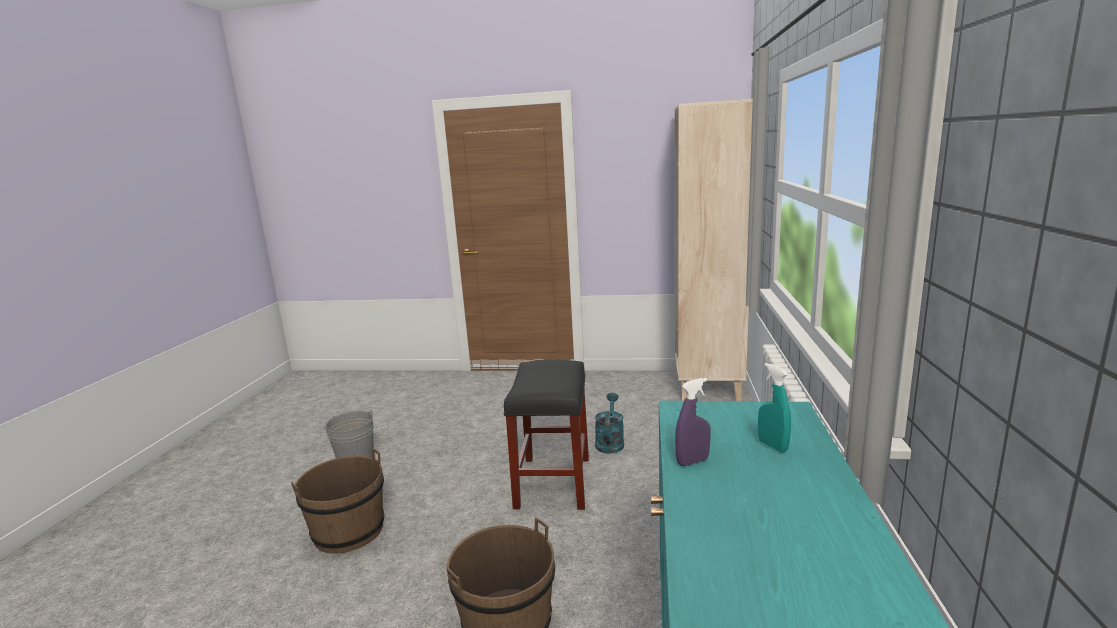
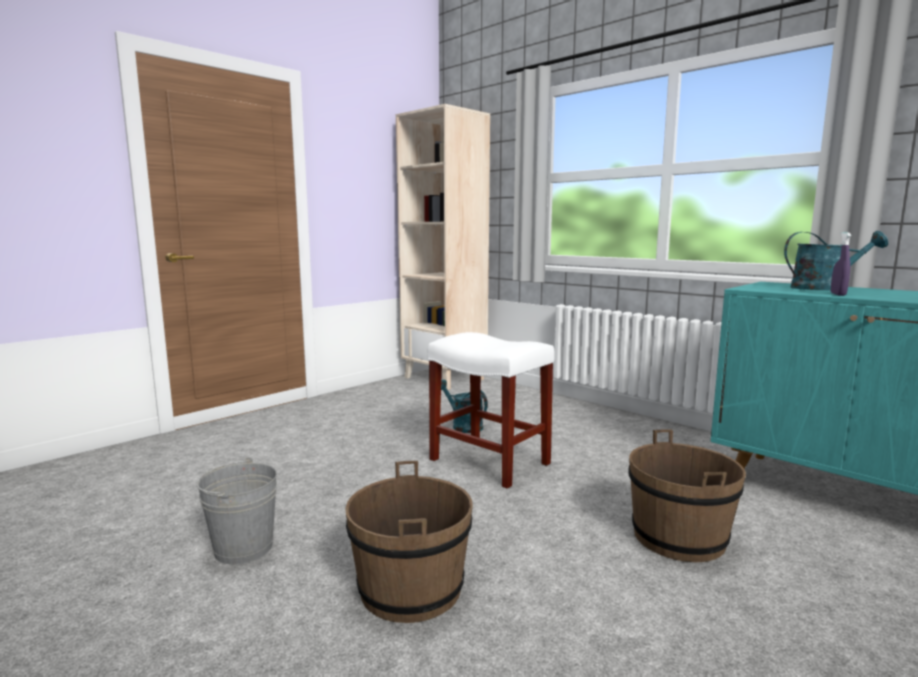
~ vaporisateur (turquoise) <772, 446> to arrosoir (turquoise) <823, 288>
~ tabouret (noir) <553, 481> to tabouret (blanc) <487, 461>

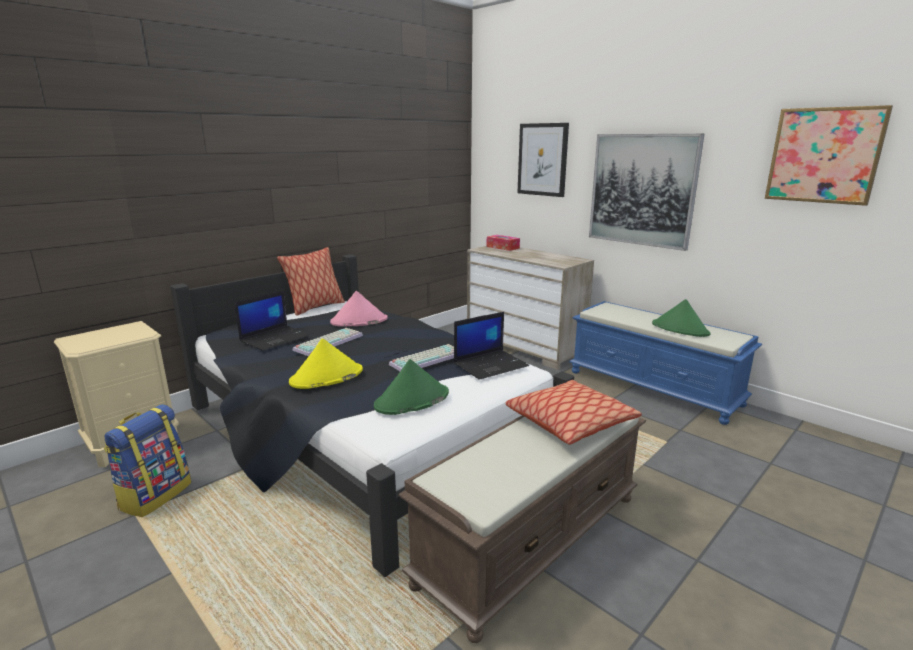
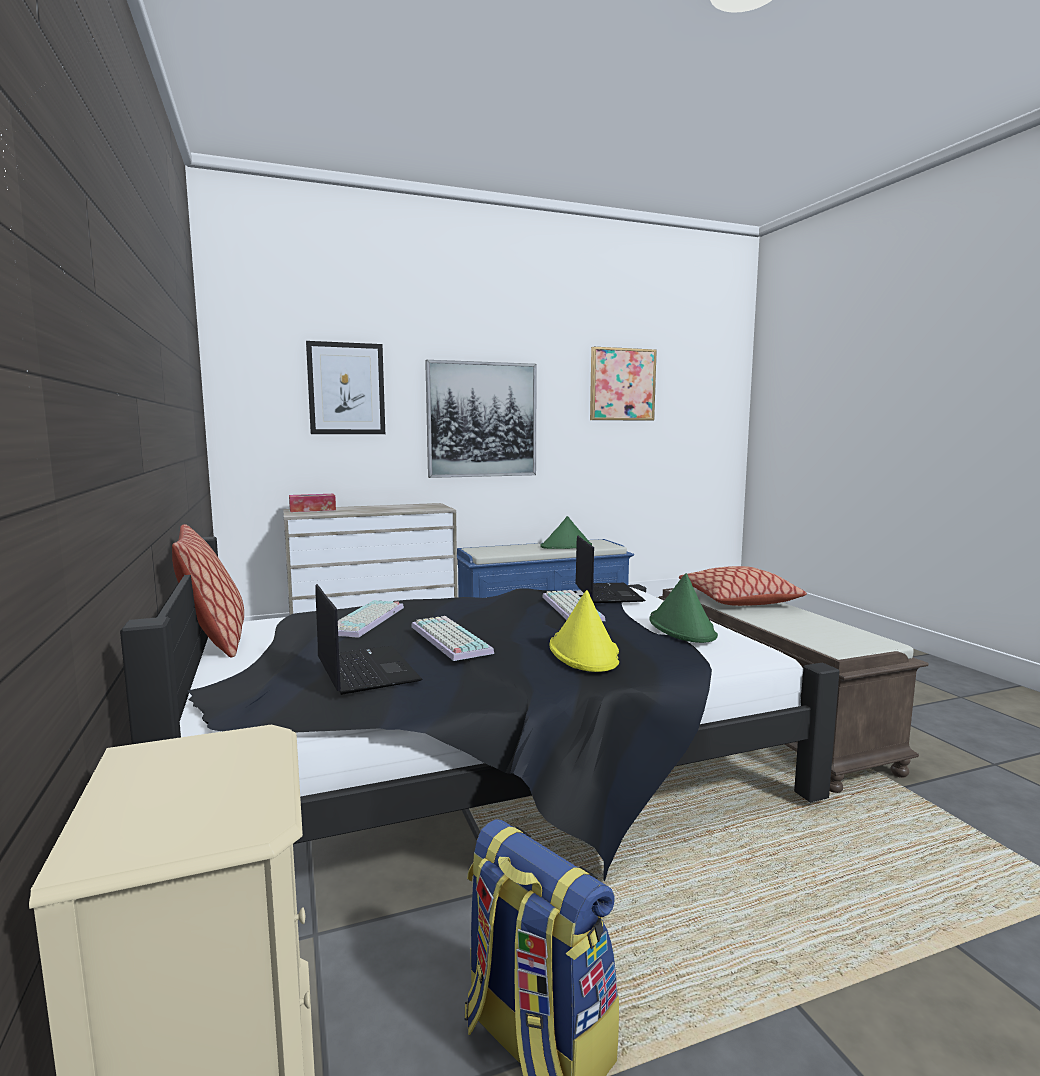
~ chapeau (rose) <359, 321> to clavier <367, 620>

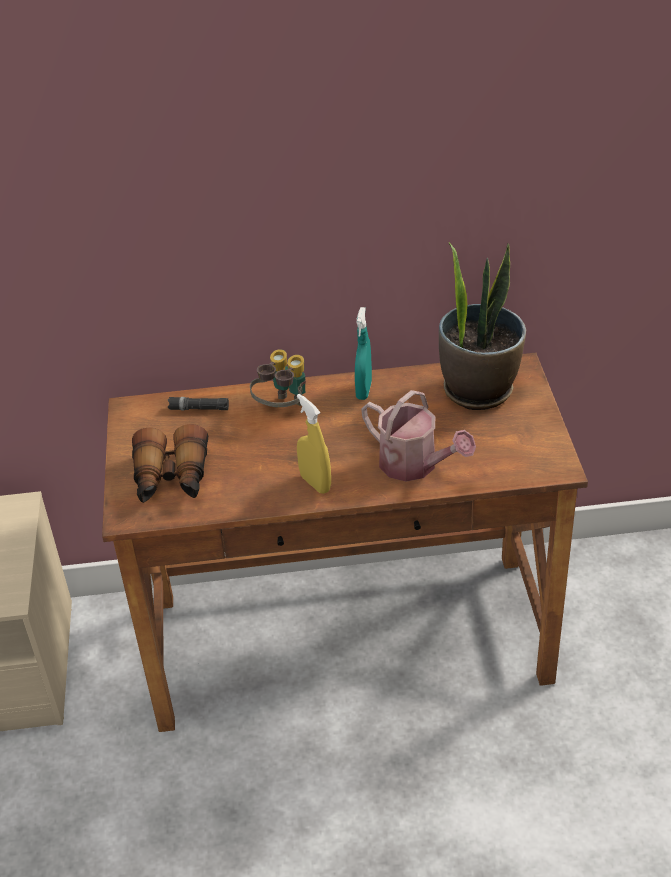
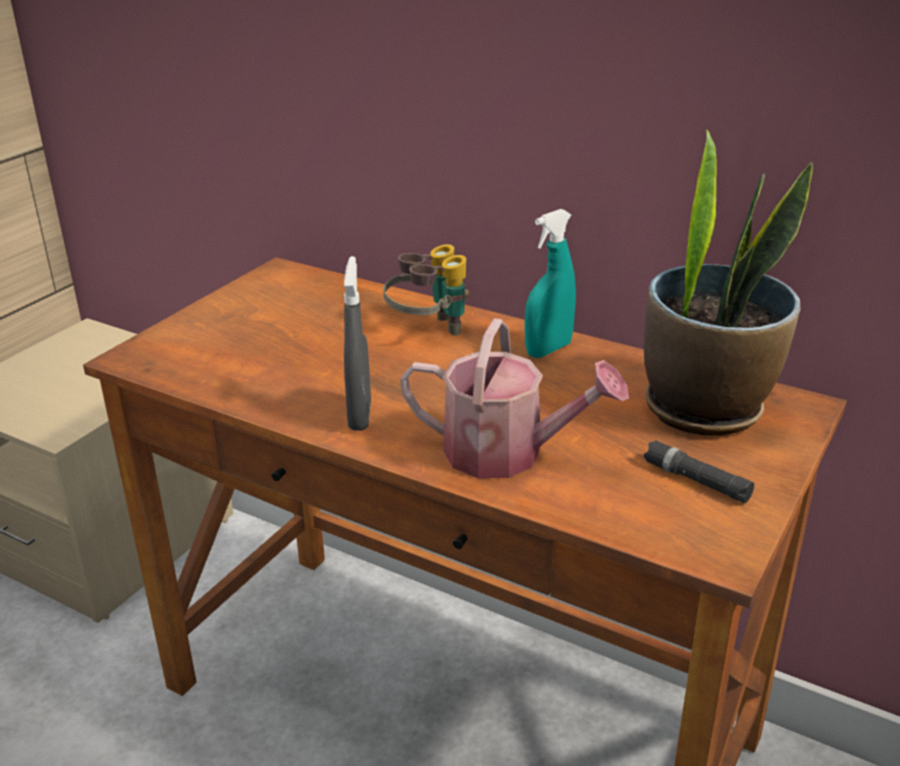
- jumelles <171, 479>
~ lampe de poche (noir) <199, 408> to <696, 480>
~ vaporisateur (jaune) <315, 483> to vaporisateur (gris) <360, 416>
~ arrosoir <415, 465> = <507, 453> 60 degrees counterclockwise

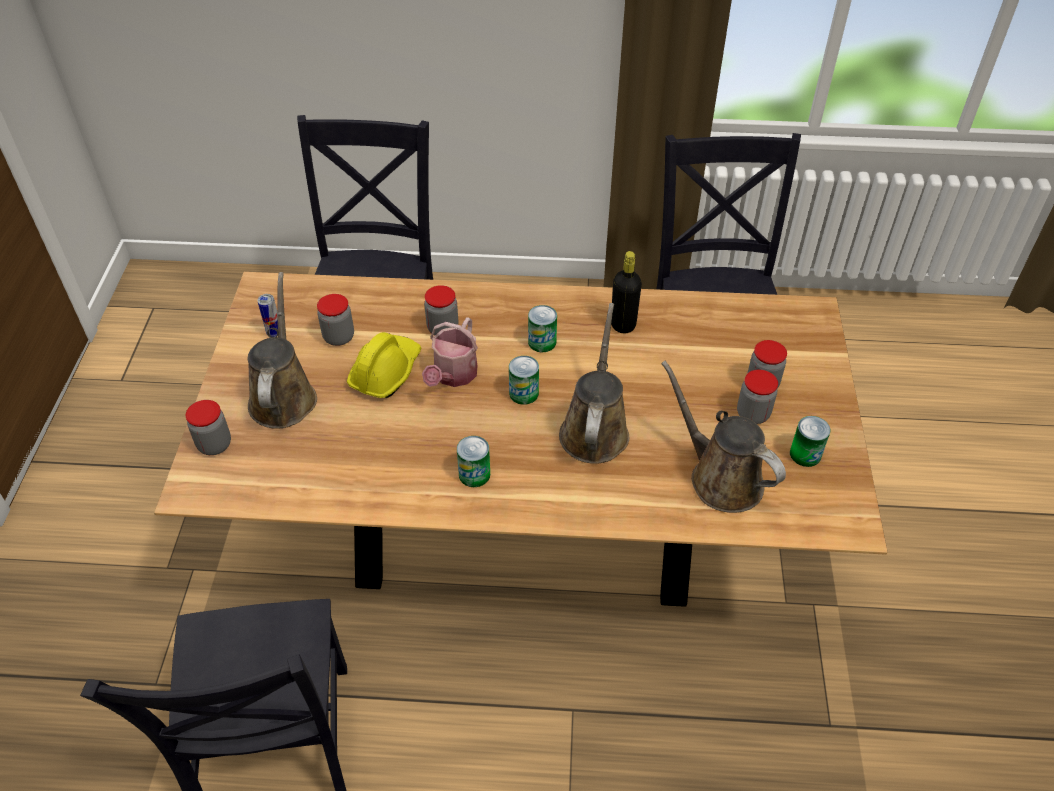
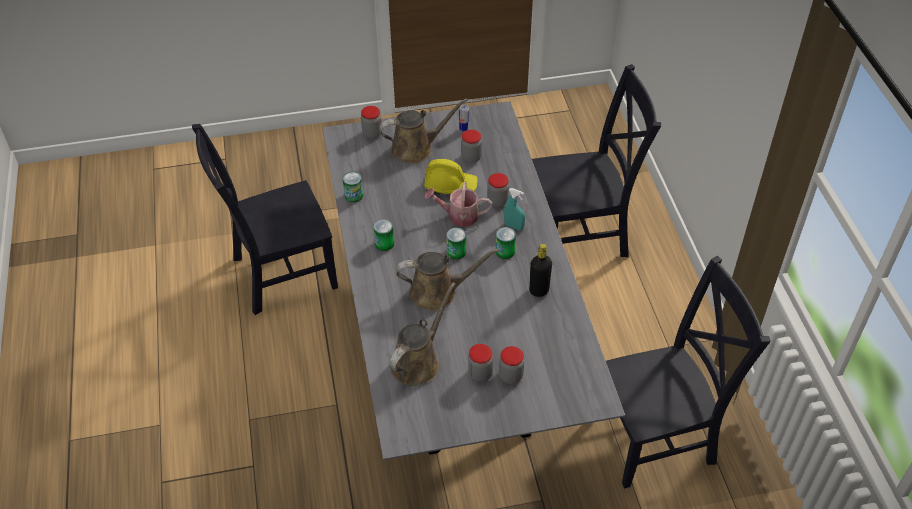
+ vaporisateur (turquoise) <513, 226>
~ boîte métallique <805, 454> to <353, 195>
~ table à manger (marron) <526, 536> to table à manger (gris) <456, 353>

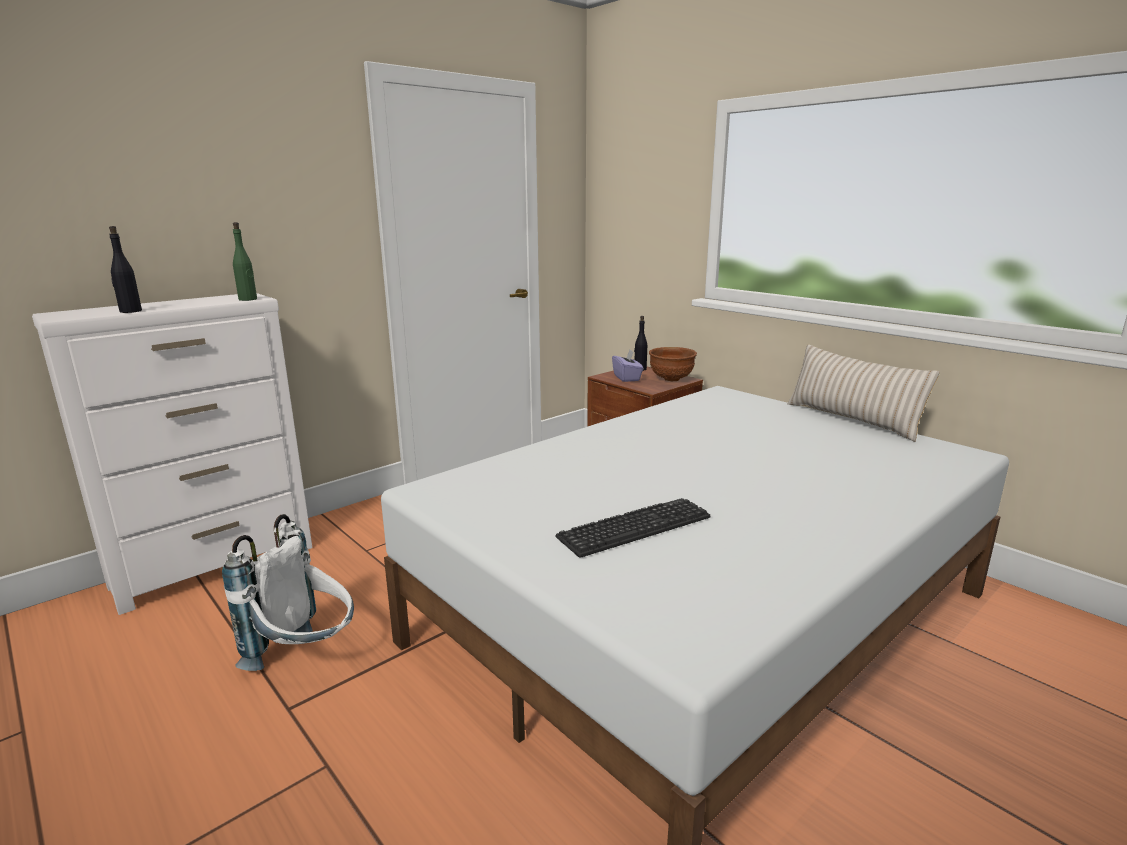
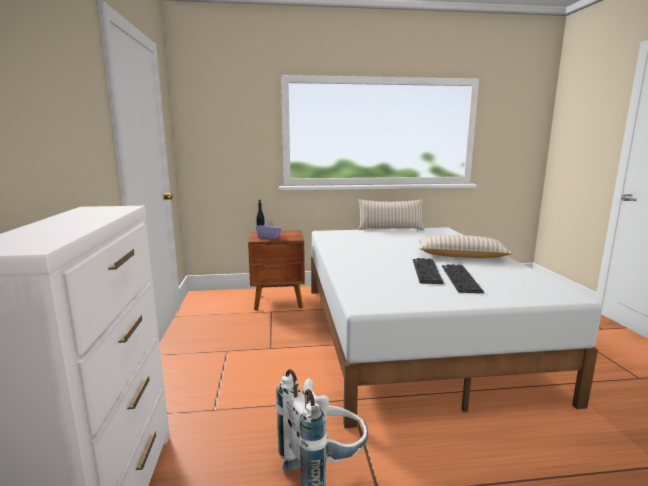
- bouteille (noir) <130, 311>
- bouteille (vert) <248, 299>
- bol (marron) <671, 379>
+ clavier <426, 271>
+ coussin (beige) <461, 256>

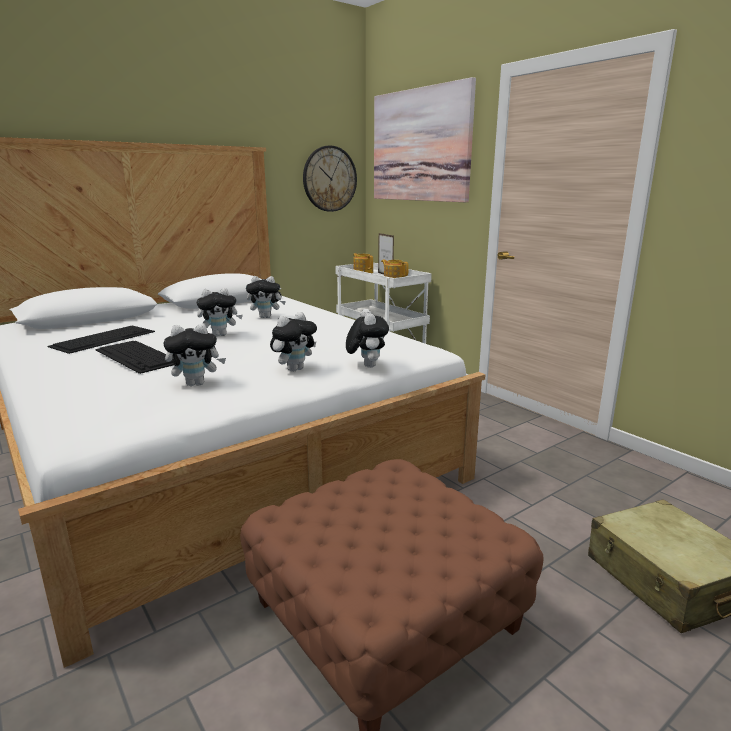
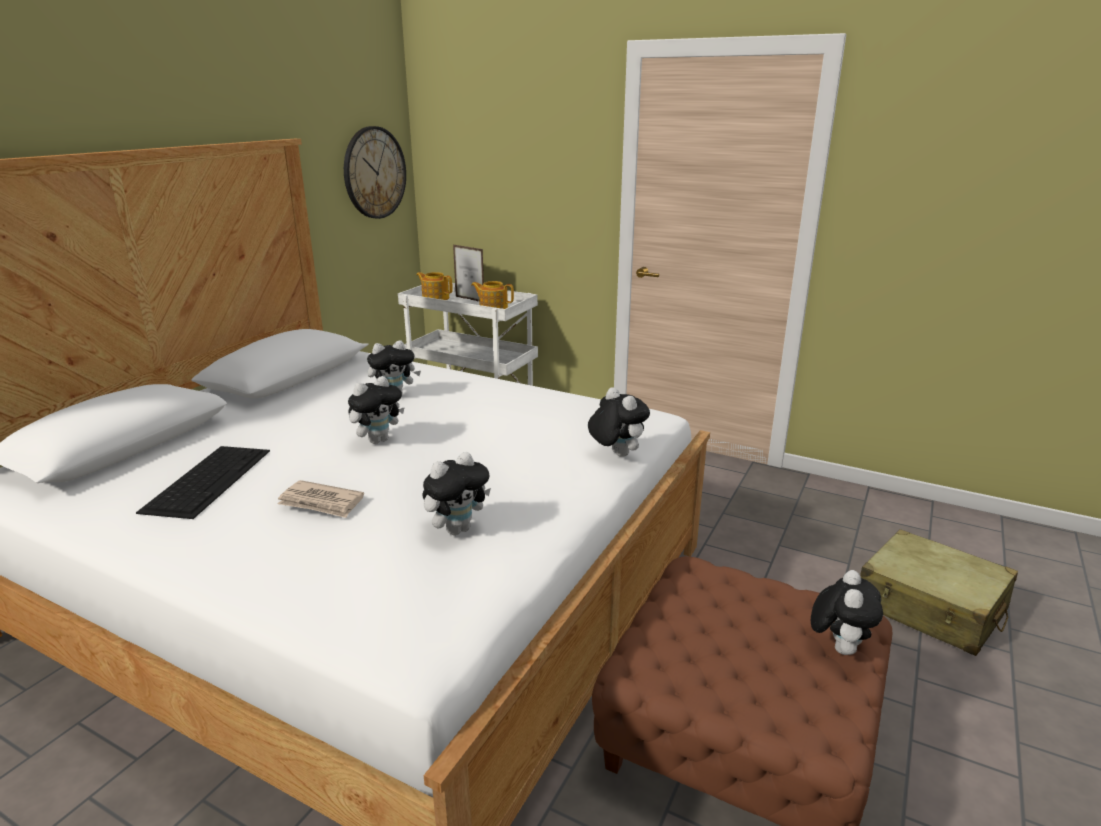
- tableau <420, 145>
~ peluche <294, 369> to <838, 646>
~ clavier <138, 356> to journal <321, 502>

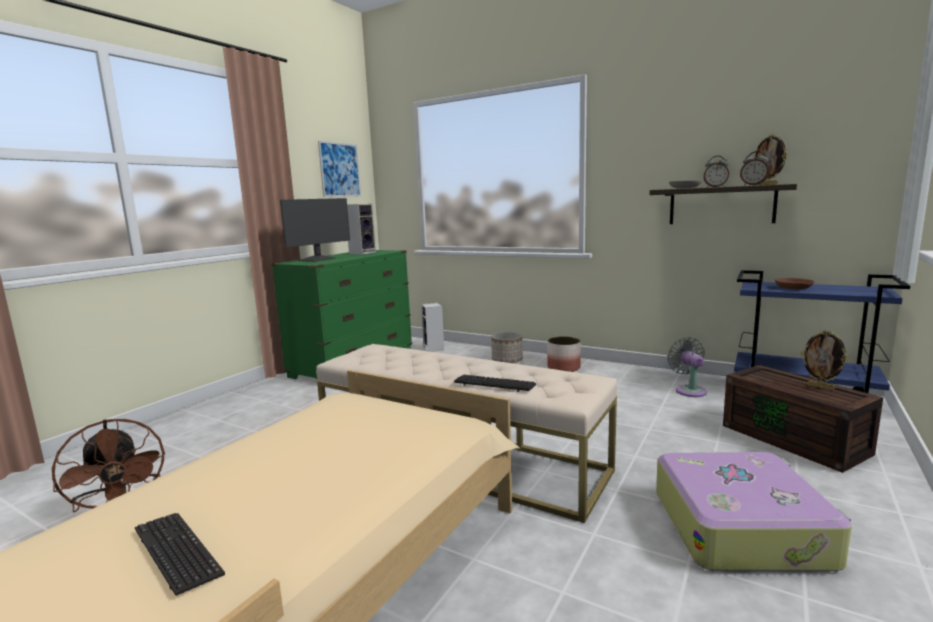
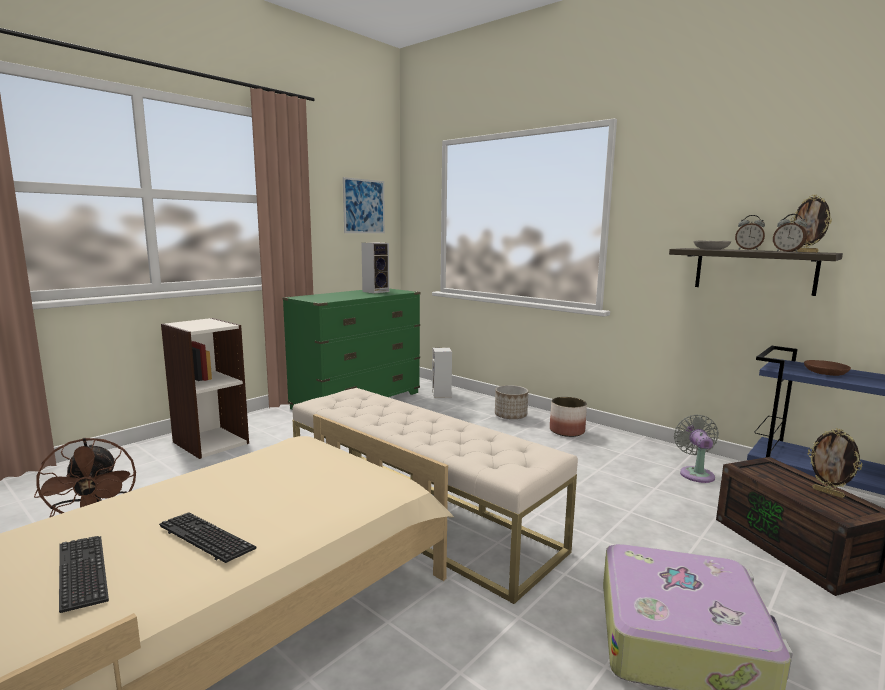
- écran d'ordinateur <318, 259>
+ bibliothèque <210, 442>
~ clavier <494, 384> to <206, 538>

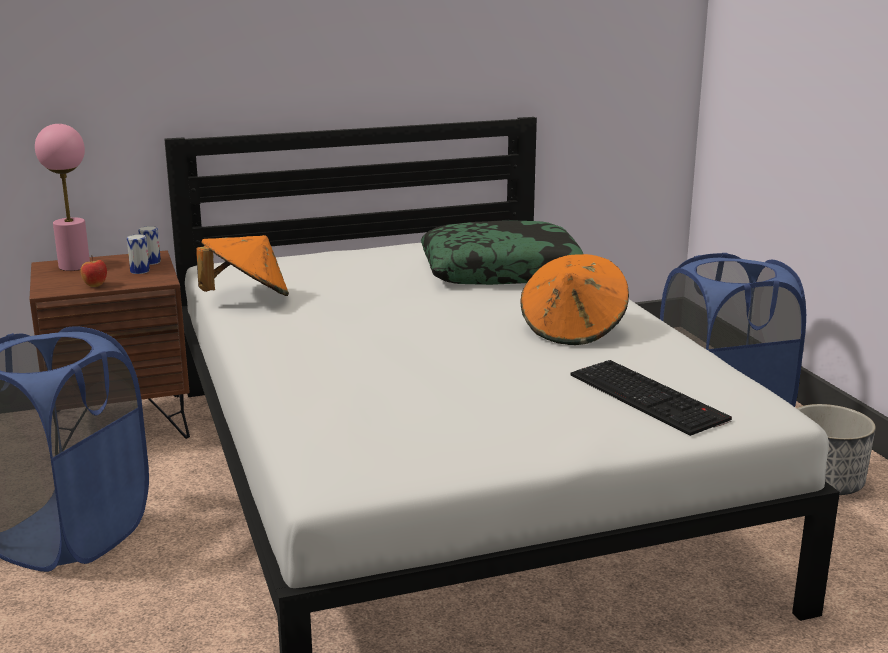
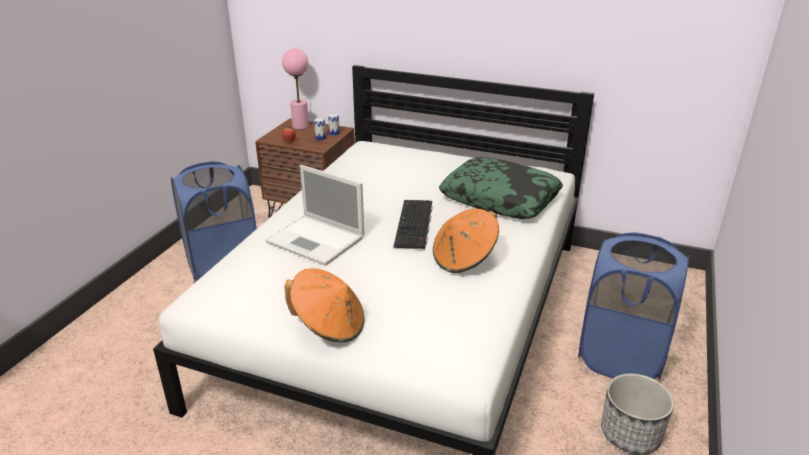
+ ordinateur portable <317, 240>
~ chapeau (orange) <246, 298> to <329, 326>
~ clavier <650, 397> to <415, 224>

